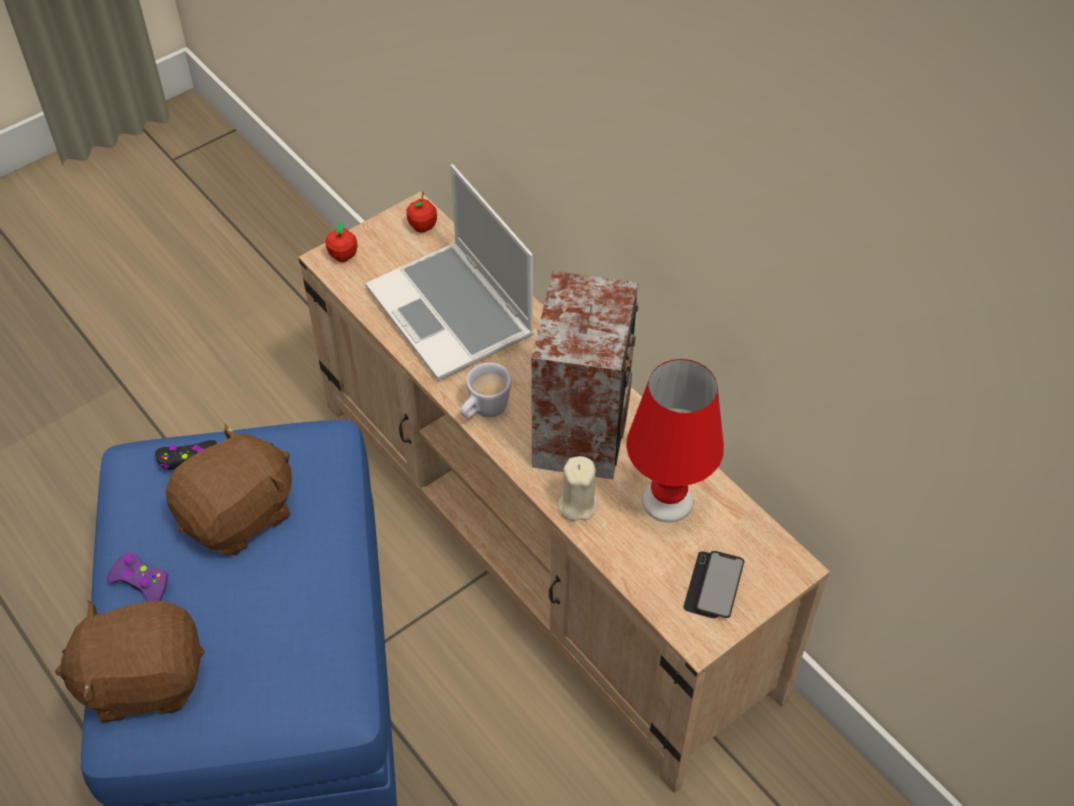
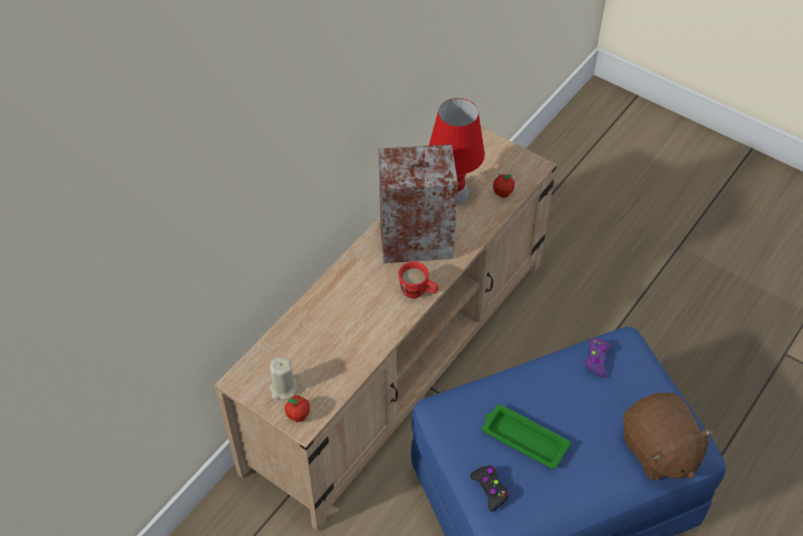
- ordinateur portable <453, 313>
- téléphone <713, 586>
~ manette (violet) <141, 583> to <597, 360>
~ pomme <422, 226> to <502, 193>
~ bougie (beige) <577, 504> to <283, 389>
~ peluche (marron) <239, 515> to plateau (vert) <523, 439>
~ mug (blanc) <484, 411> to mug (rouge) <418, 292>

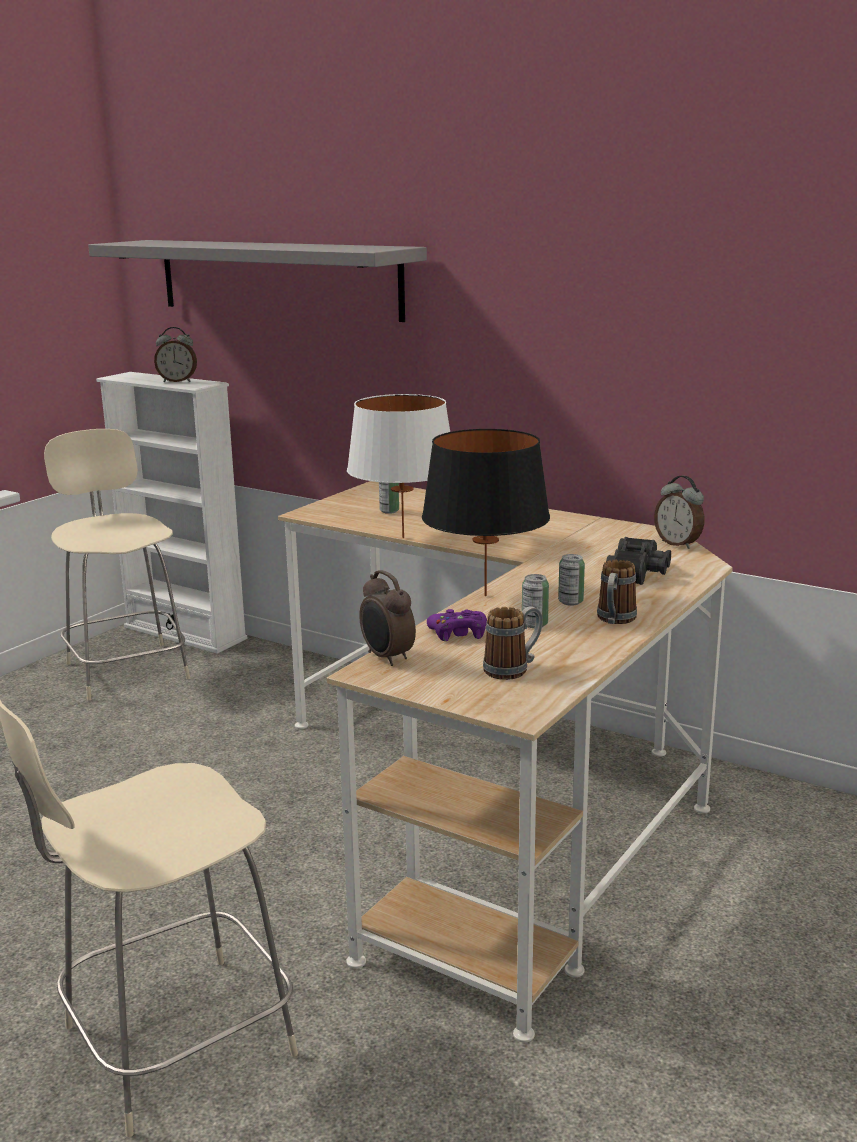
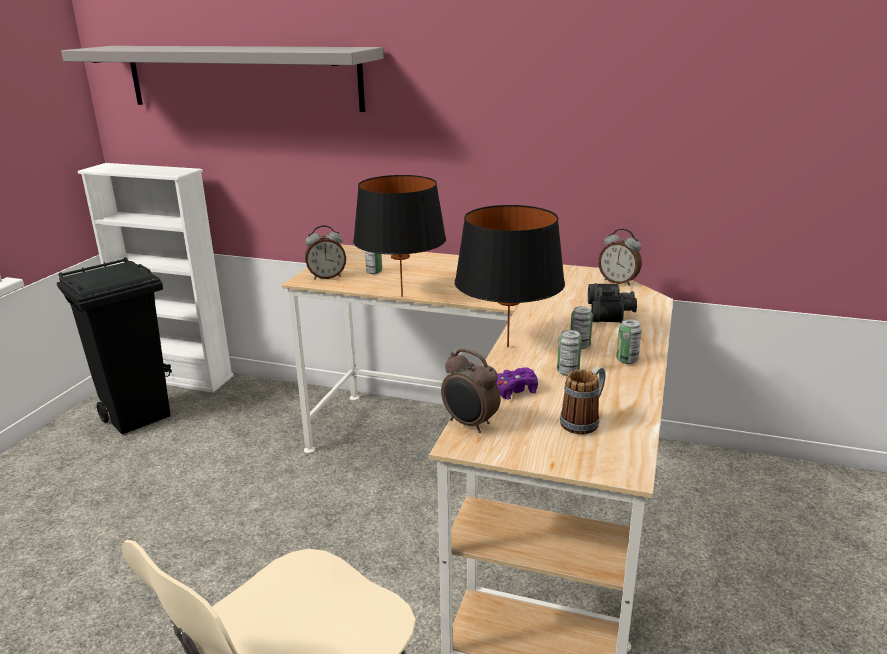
~ réveil <177, 381> to <327, 277>
~ chaise (beige) <126, 669> to poubelle (noir) <138, 417>
~ mug <614, 620> to boîte métallique <627, 360>
~ lampe de table (blanc) <402, 537> to lampe de table (noir) <401, 296>

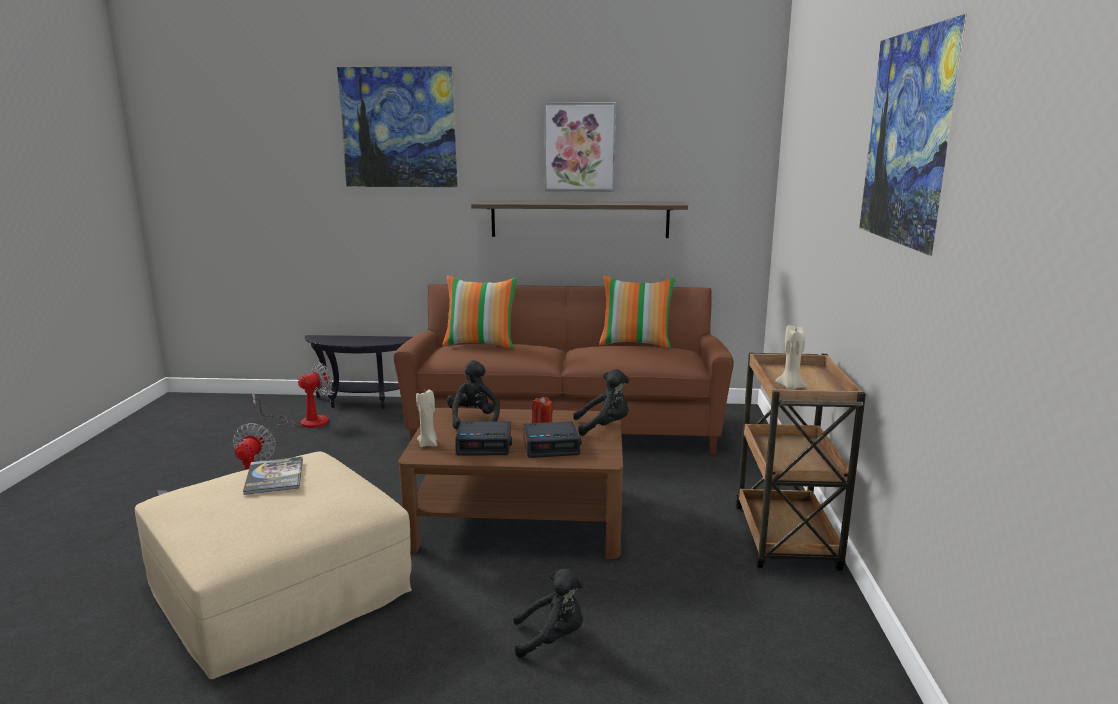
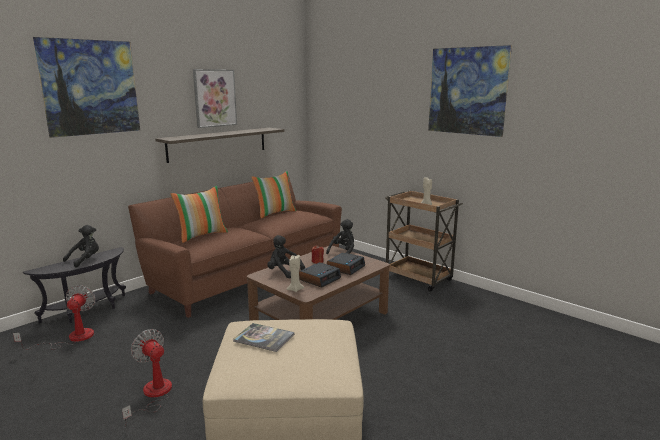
~ peluche (noir) <552, 638> to <85, 260>

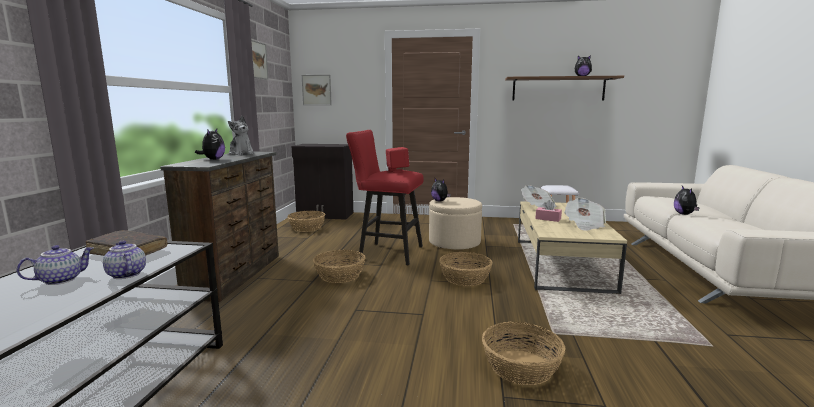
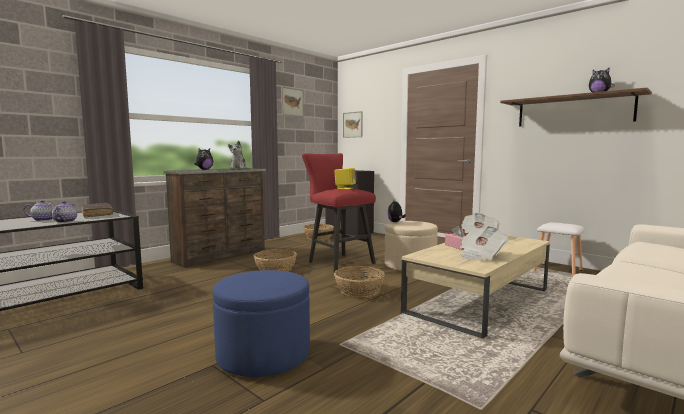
- peluche <685, 214>
~ panier <520, 367> to pouf (bleu) <263, 355>
~ enceinte (rouge) <397, 171> to enceinte (jaune) <345, 188>

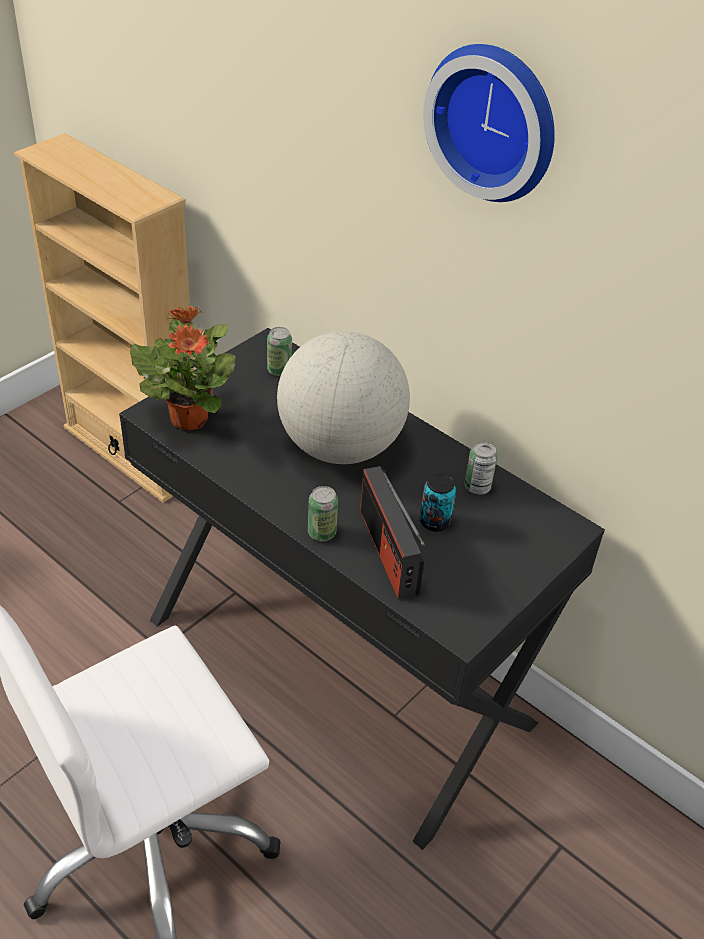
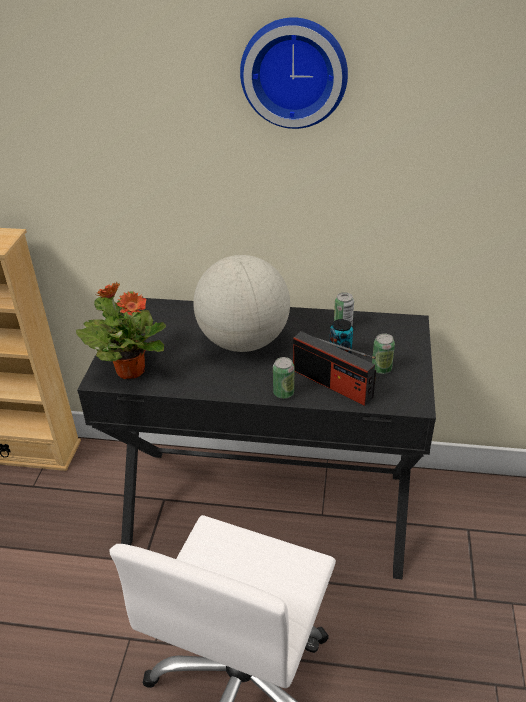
~ boîte métallique <279, 370> to <381, 369>

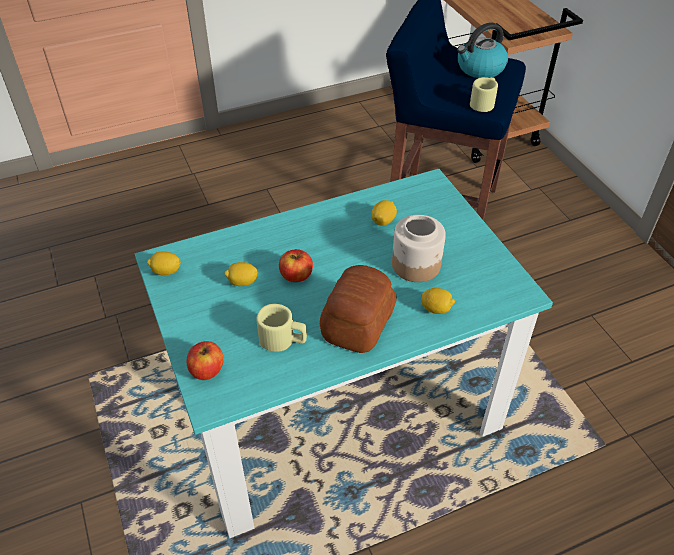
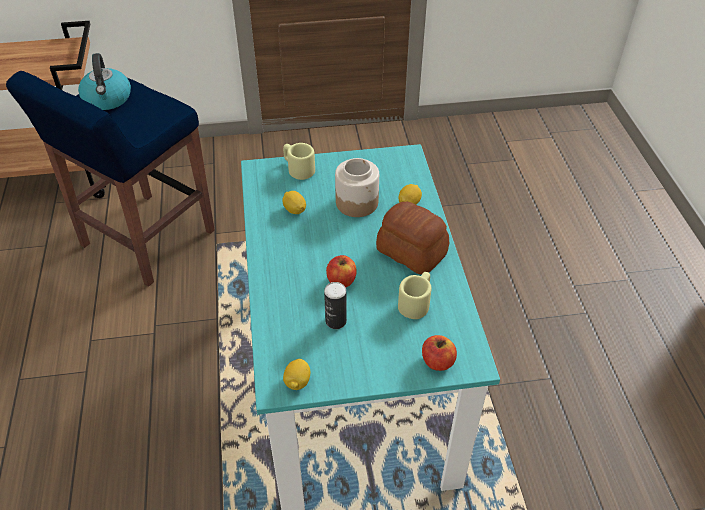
~ mug (beige) <483, 103> to <298, 169>
~ citron <242, 282> to boîte métallique <336, 321>

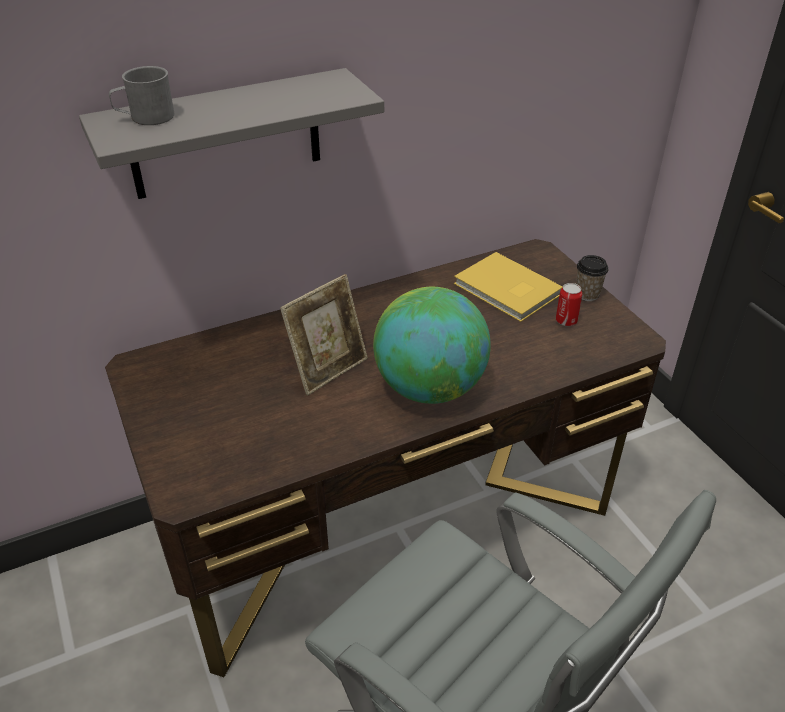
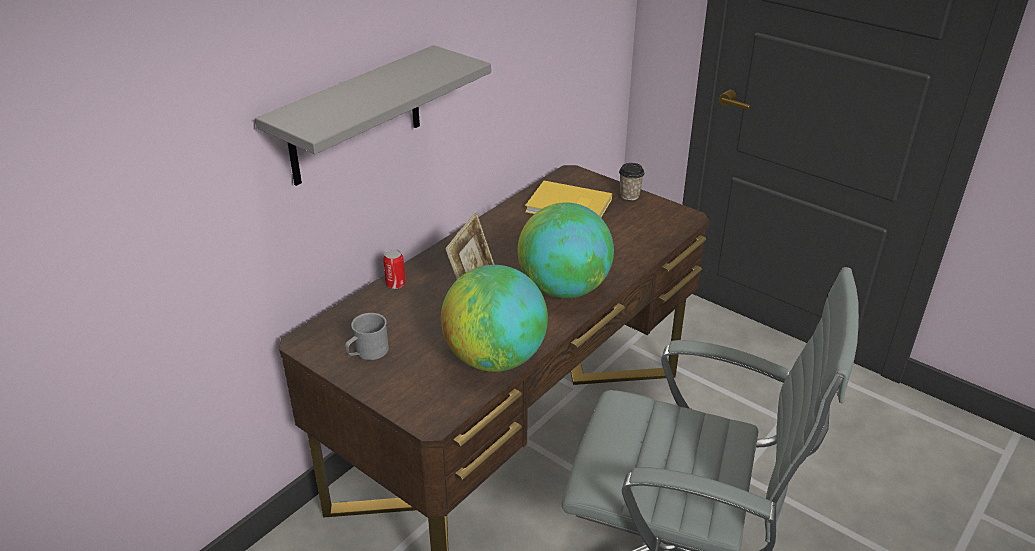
+ globe <495, 359>
~ mug (gris) <145, 118> to <367, 352>
~ boîte métallique <566, 321> to <395, 284>

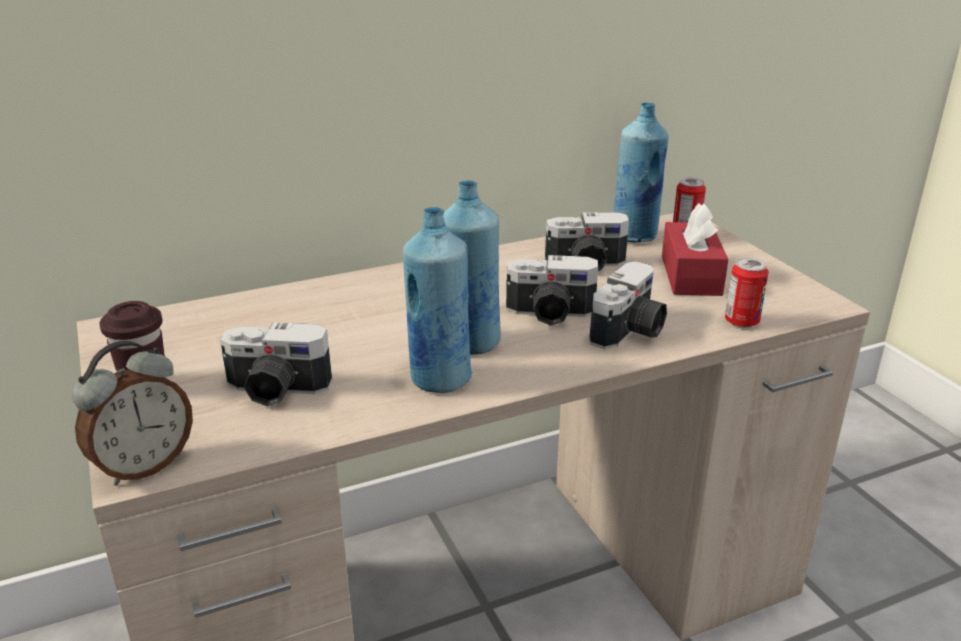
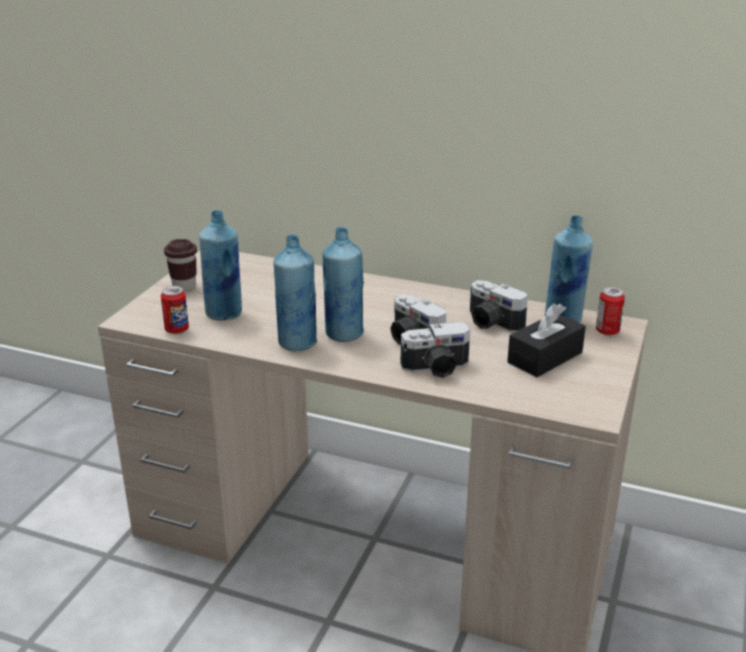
- réveil <144, 466>
~ boîte métallique <741, 322> to <177, 330>
~ appareil photo <275, 391> to bouteille (bleu) <224, 314>
~ boîte à mouchoirs (rouge) <690, 275> to boîte à mouchoirs (noir) <545, 357>

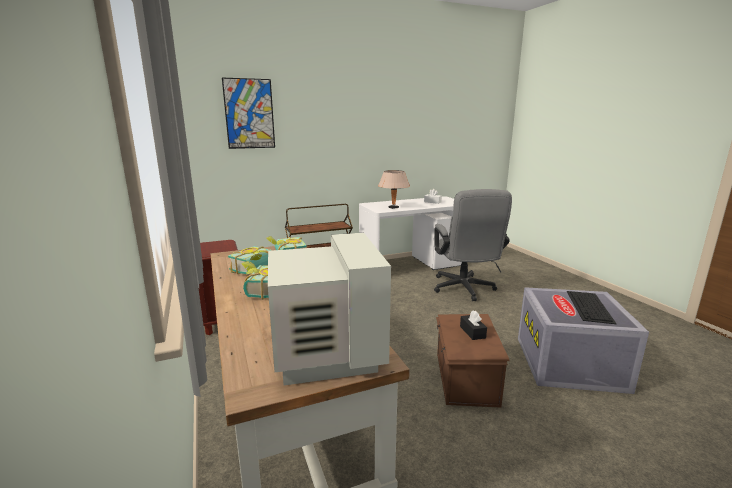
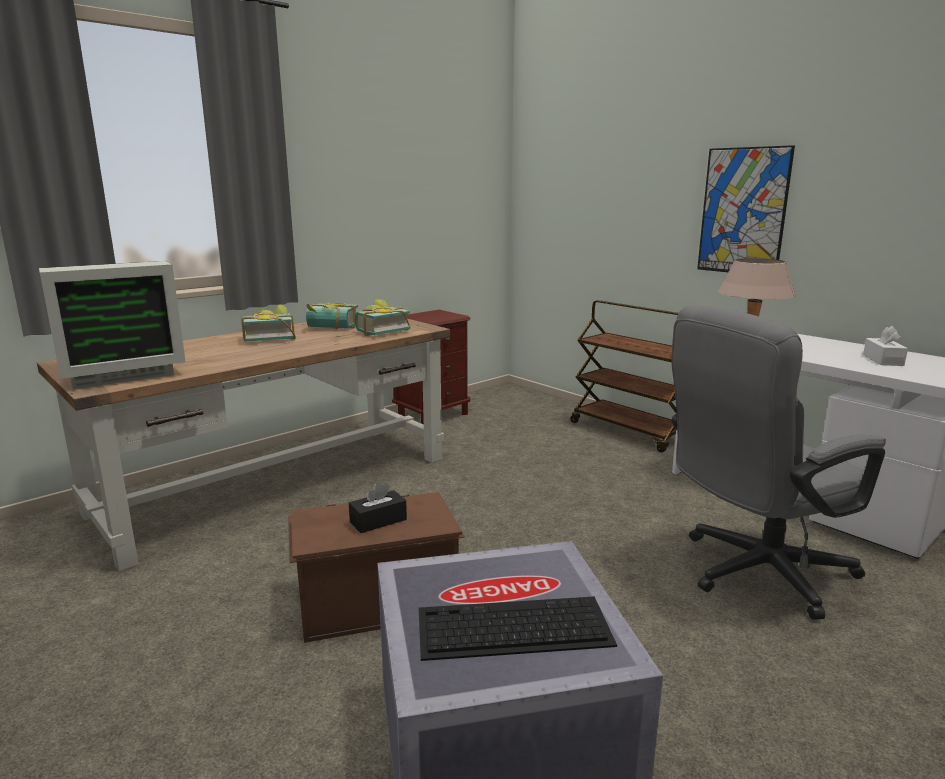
~ tableau <249, 114> to <743, 211>

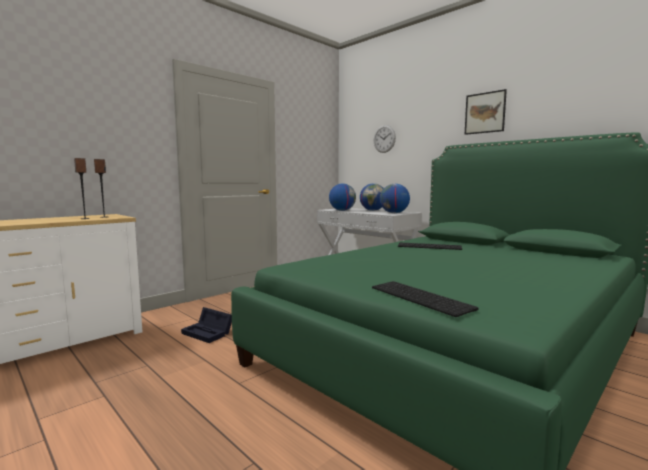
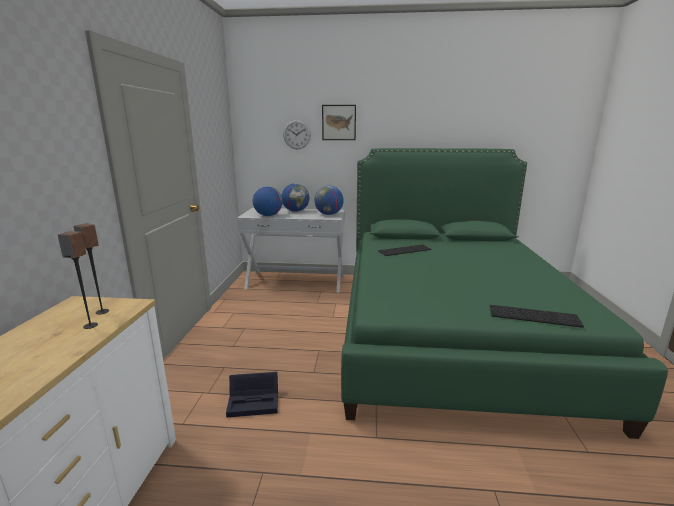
~ tableau <485, 113> to <339, 122>

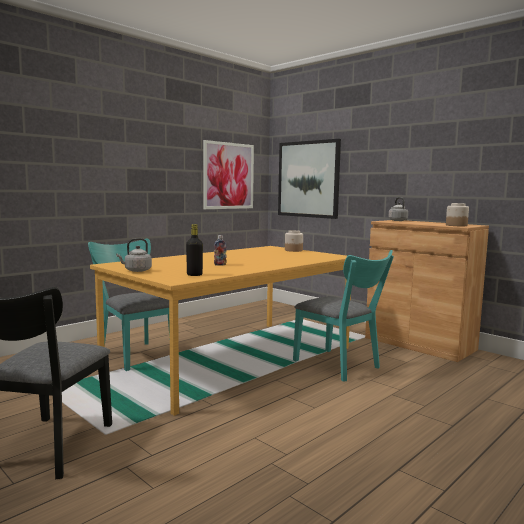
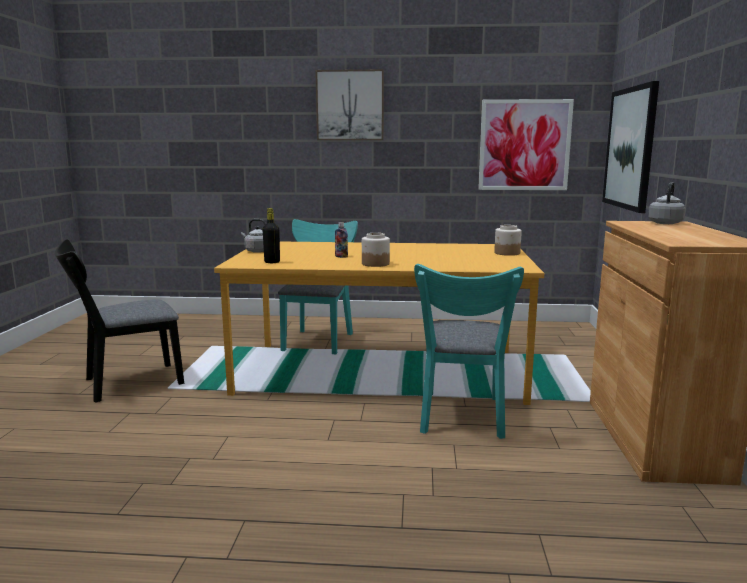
+ tableau <350, 105>
~ bocal <456, 225> to <375, 264>

